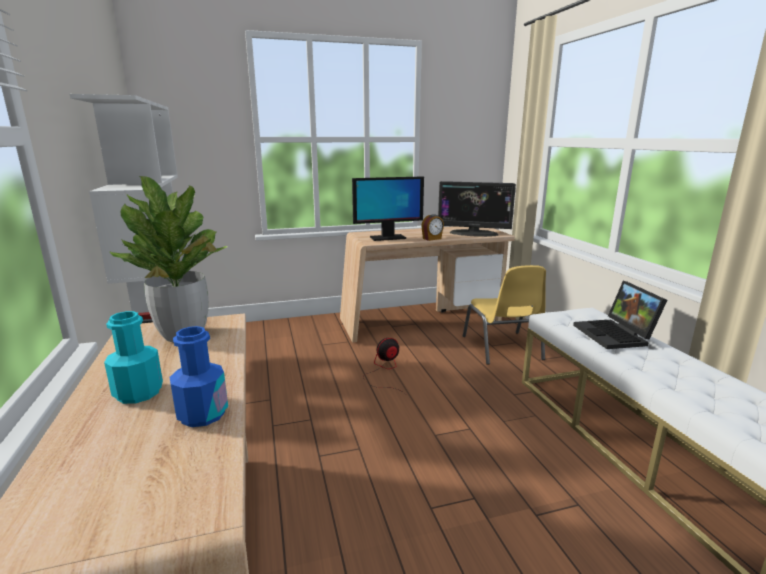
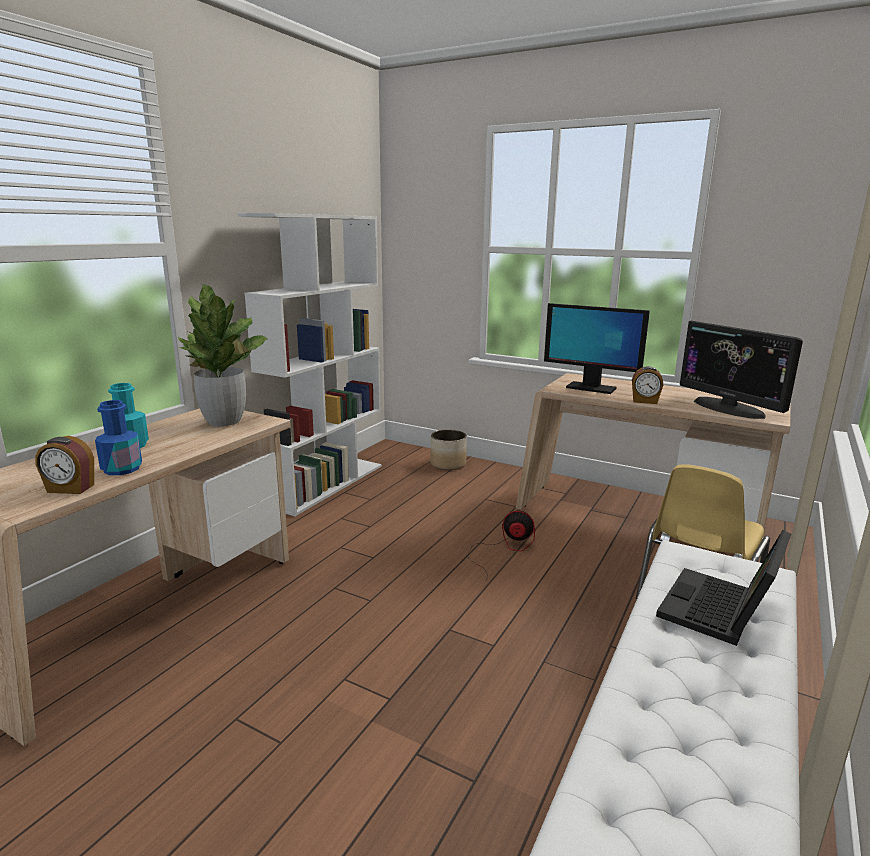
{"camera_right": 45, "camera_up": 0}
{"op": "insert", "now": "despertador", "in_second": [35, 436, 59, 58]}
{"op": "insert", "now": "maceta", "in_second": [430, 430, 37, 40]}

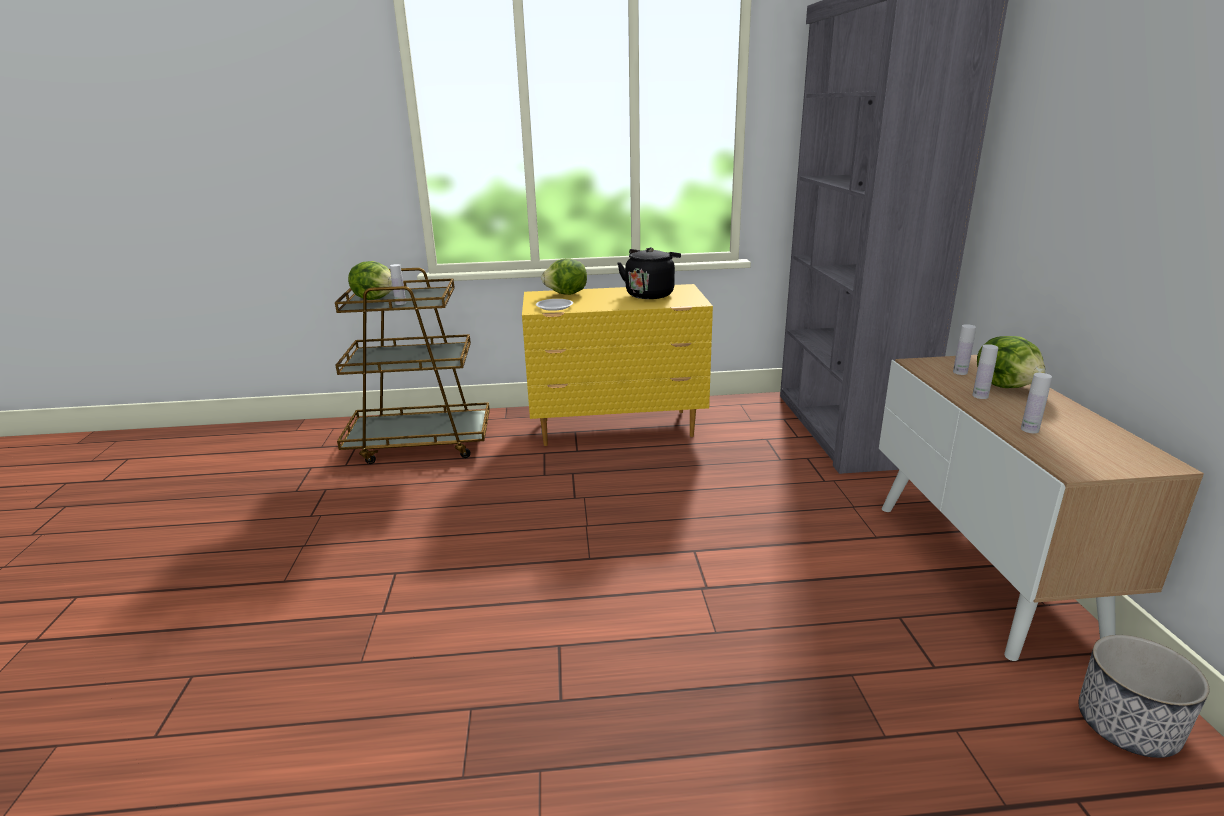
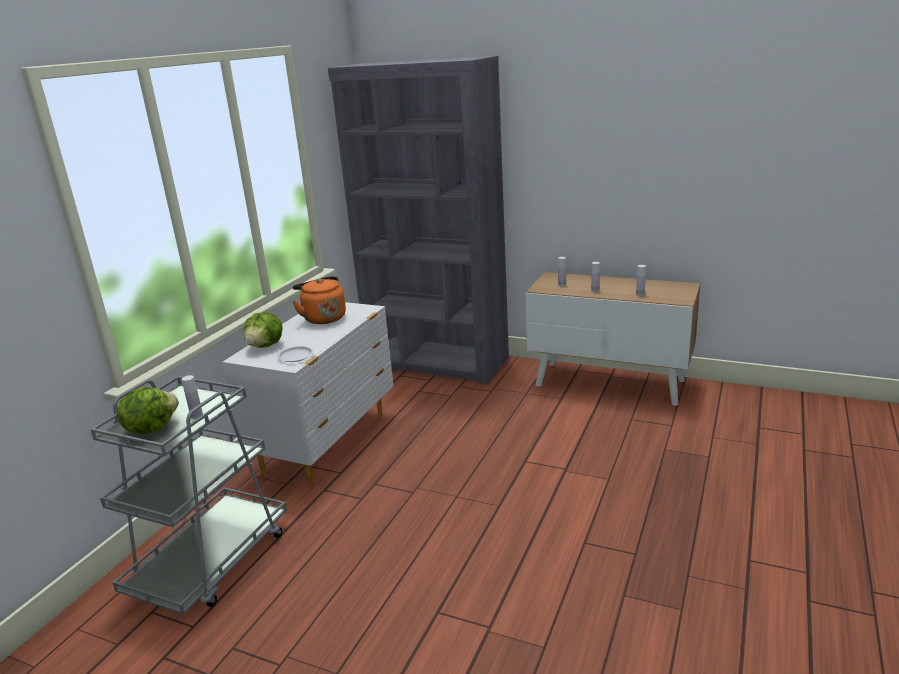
{"camera_right": -60, "camera_up": 0}
{"op": "delete", "was": "lechuga", "in_first": [977, 336, 69, 52]}
{"op": "delete", "was": "maceta", "in_first": [1078, 635, 131, 123]}
{"op": "recolor", "was": "carrito [marrón]", "now": "carrito [gris]", "in_first": [335, 268, 155, 196], "in_second": [90, 376, 197, 239]}
{"op": "recolor", "was": "cómoda [amarillo]", "now": "cómoda [blanco]", "in_first": [522, 284, 191, 162], "in_second": [222, 302, 172, 185]}
{"op": "recolor", "was": "hervidor [negro]", "now": "hervidor [naranja]", "in_first": [617, 247, 64, 52], "in_second": [292, 276, 54, 48]}

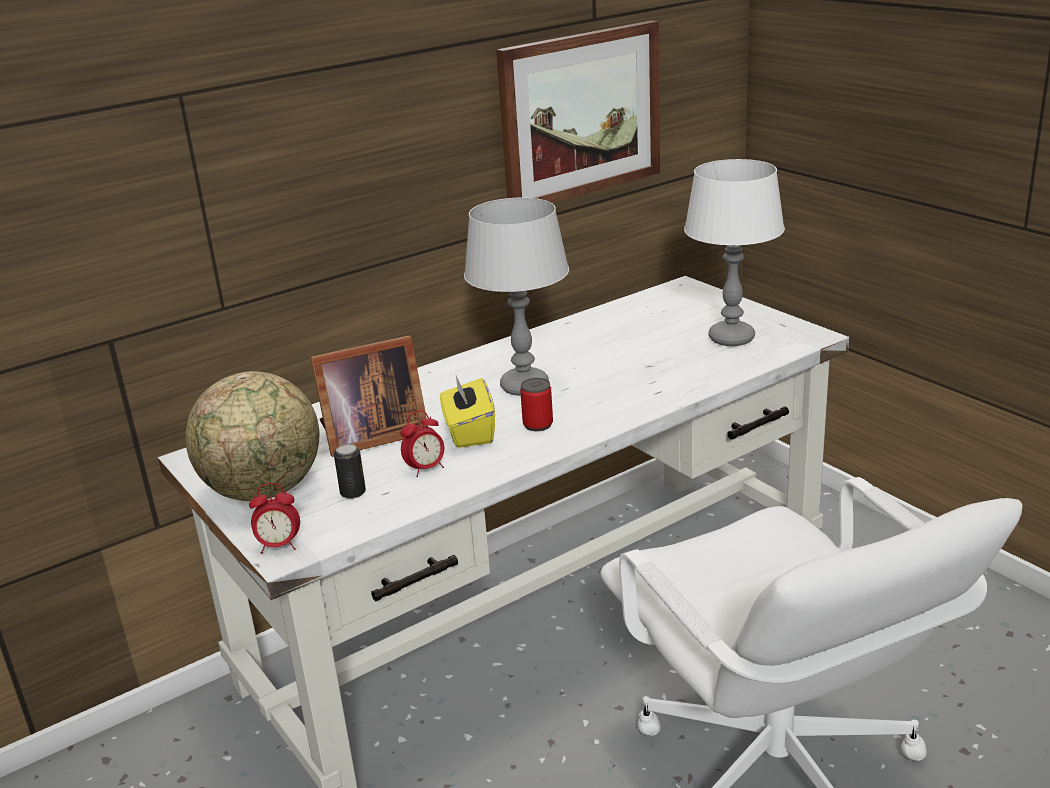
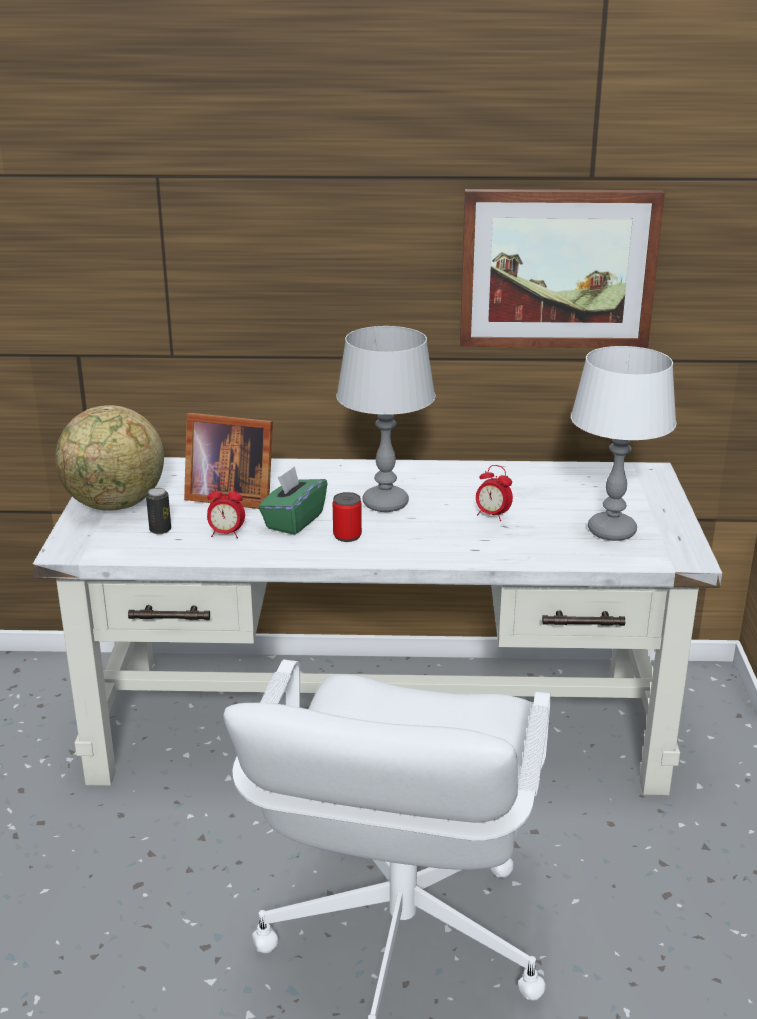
{"camera_right": 35, "camera_up": 0}
{"op": "move", "was": "despertador", "in_first": [249, 483, 51, 71], "in_second": [476, 465, 37, 56]}
{"op": "recolor", "was": "caja de pañuelos [amarillo]", "now": "caja de pañuelos [verde]", "in_first": [440, 374, 55, 74], "in_second": [258, 466, 69, 69]}

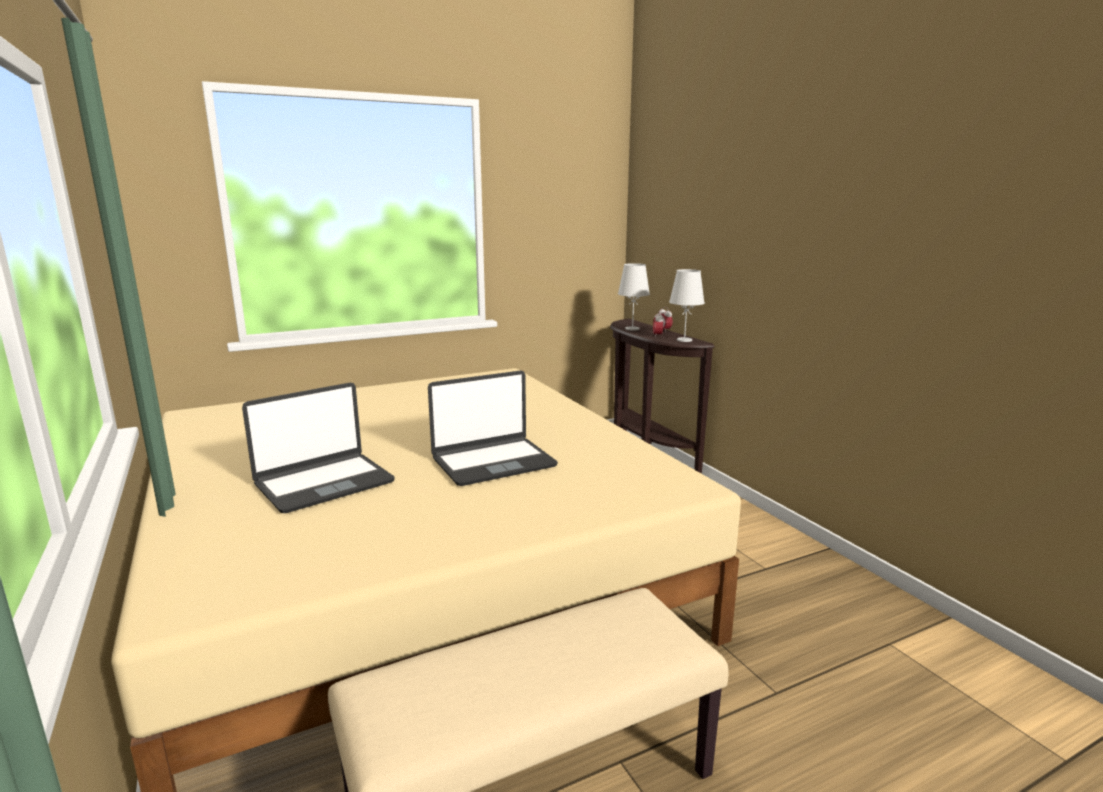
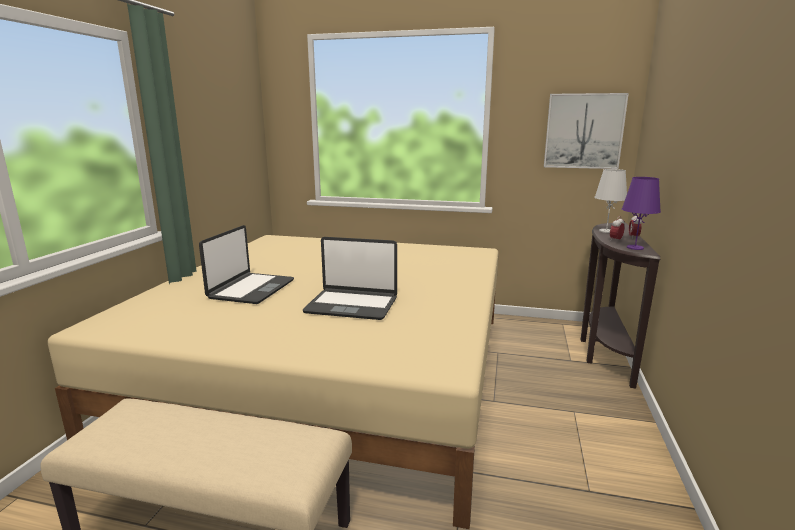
{"camera_right": 40, "camera_up": 0}
{"op": "insert", "now": "cuadro", "in_second": [544, 93, 85, 76]}
{"op": "recolor", "was": "lámpara de mesa [blanco]", "now": "lámpara de mesa [morado]", "in_first": [669, 269, 36, 73], "in_second": [622, 177, 39, 73]}
{"op": "rotate", "was": "portátil", "in_first": [242, 383, 153, 130], "in_second": [199, 225, 95, 79], "clockwise": -75}

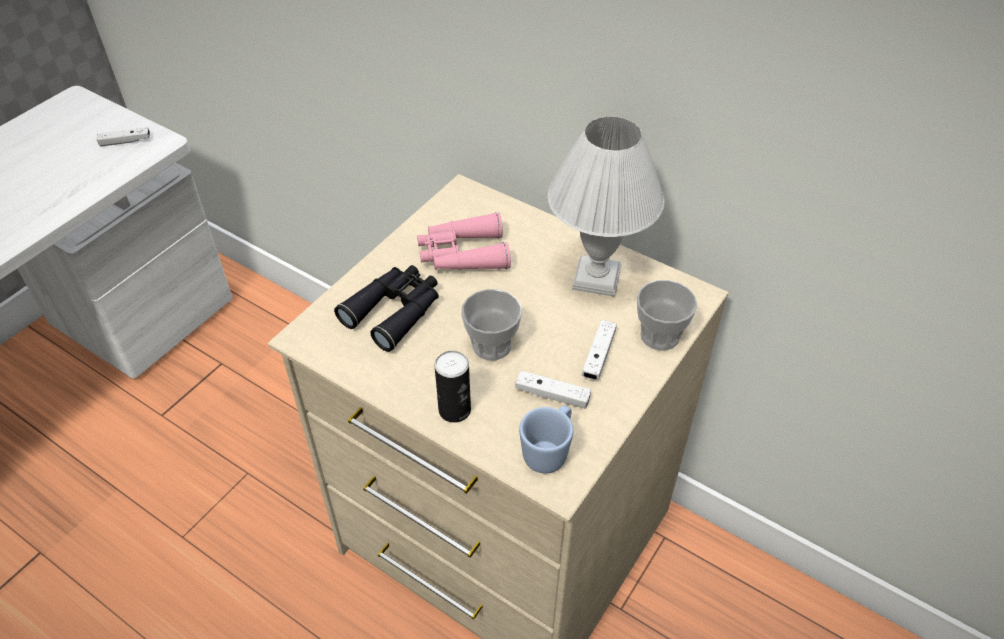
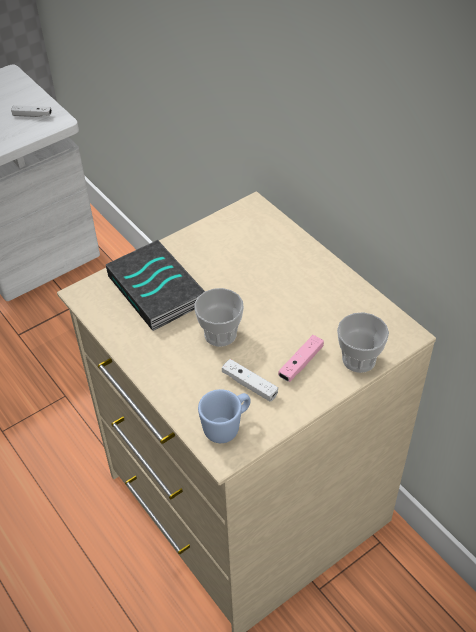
{"camera_right": 20, "camera_up": 0}
{"op": "delete", "was": "prismáticos [rosa]", "in_first": [417, 212, 94, 58]}
{"op": "delete", "was": "lata", "in_first": [435, 350, 36, 73]}
{"op": "delete", "was": "lámpara de mesa [blanco]", "in_first": [548, 117, 117, 180]}
{"op": "replace", "was": "prismáticos [negro]", "now": "libro", "in_first": [334, 265, 105, 87], "in_second": [106, 240, 99, 91]}
{"op": "recolor", "was": "mando de consola [blanco]", "now": "mando de consola [rosa]", "in_first": [582, 320, 35, 60], "in_second": [278, 335, 46, 47]}

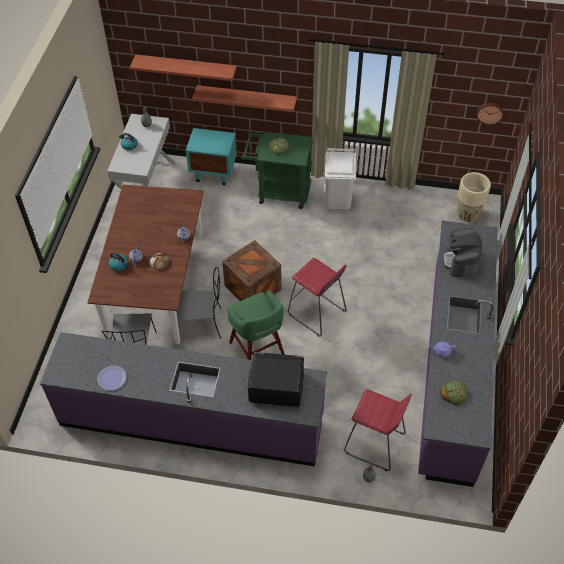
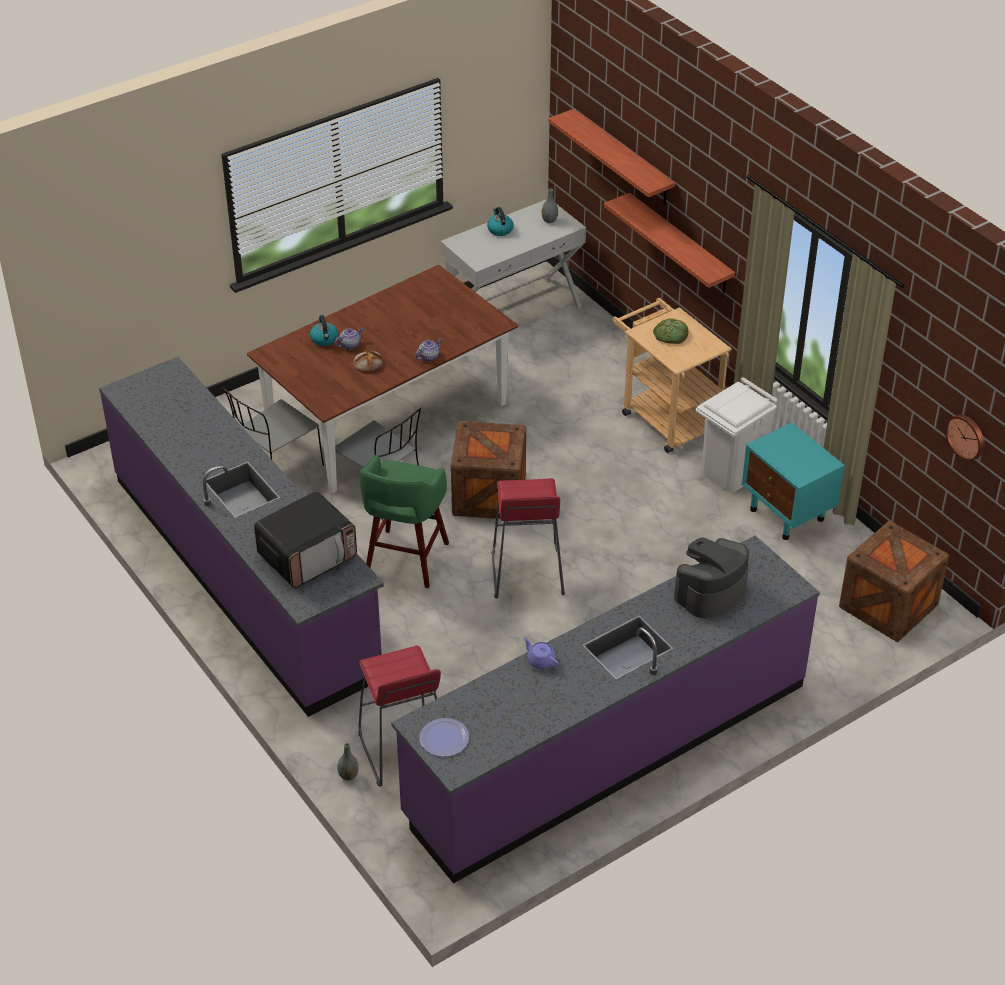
{"camera_right": 45, "camera_up": -10}
{"op": "delete", "was": "pan", "in_first": [441, 380, 27, 26]}
{"op": "move", "was": "plato", "in_first": [97, 365, 30, 26], "in_second": [420, 718, 49, 39]}
{"op": "move", "was": "mesita de noche [turquesa]", "in_first": [186, 128, 51, 57], "in_second": [742, 422, 103, 118]}
{"op": "replace", "was": "maceta [beis]", "now": "caja de embalaje", "in_first": [457, 172, 34, 50], "in_second": [839, 521, 110, 121]}
{"op": "recolor", "was": "carrito [verde]", "now": "carrito [beis]", "in_first": [241, 132, 72, 77], "in_second": [613, 298, 119, 155]}
{"op": "rotate", "was": "microondas", "in_first": [248, 352, 56, 55], "in_second": [254, 491, 103, 97], "clockwise": 90}

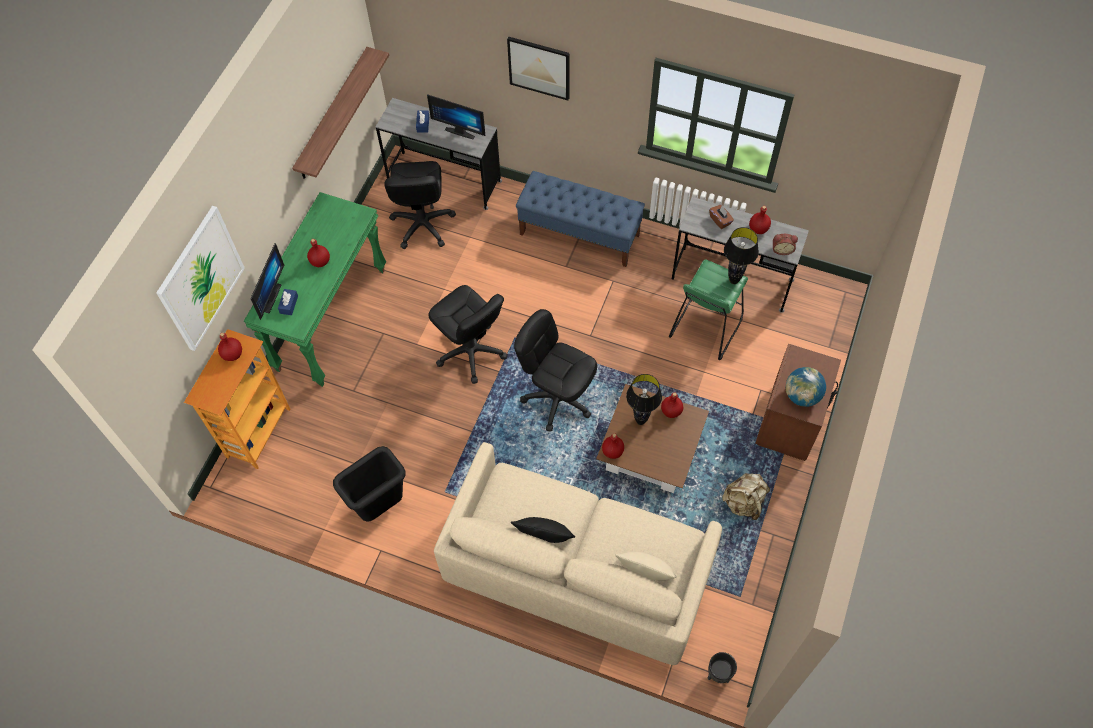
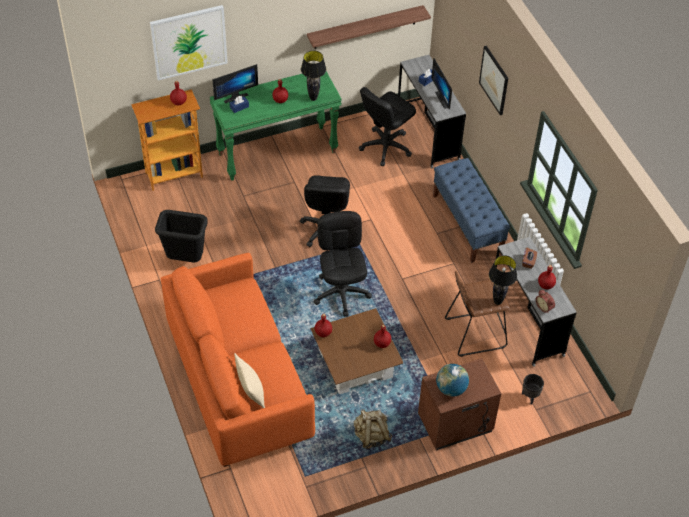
{"camera_right": 45, "camera_up": -10}
{"op": "delete", "was": "cojín [negro]", "in_first": [511, 517, 64, 26]}
{"op": "move", "was": "lámpara de mesa [negro]", "in_first": [626, 374, 36, 51], "in_second": [301, 51, 25, 50]}
{"op": "move", "was": "maceta [negro]", "in_first": [708, 652, 29, 31], "in_second": [522, 374, 22, 31]}
{"op": "recolor", "was": "sofá [beis]", "now": "sofá [naranja]", "in_first": [434, 442, 288, 223], "in_second": [161, 253, 154, 214]}
{"op": "recolor", "was": "taburete [verde]", "now": "taburete [marrón]", "in_first": [669, 259, 79, 101], "in_second": [445, 271, 65, 86]}

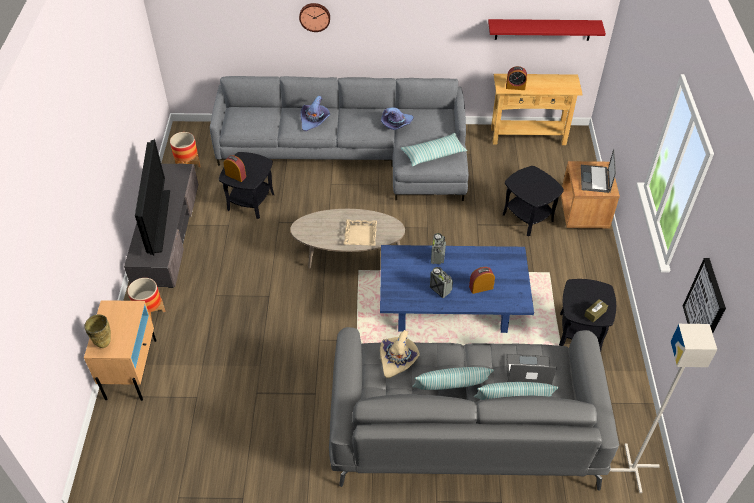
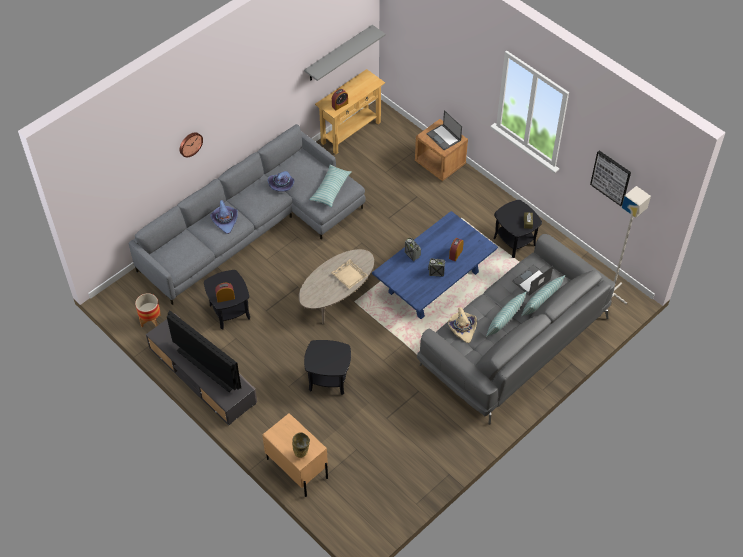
{"camera_right": -45, "camera_up": 5}
{"op": "delete", "was": "maceta", "in_first": [128, 278, 37, 46]}
{"op": "move", "was": "mesa auxiliar [negro]", "in_first": [503, 166, 61, 70], "in_second": [304, 340, 47, 55]}
{"op": "recolor", "was": "estante [rojo]", "now": "estante [gris]", "in_first": [488, 19, 118, 22], "in_second": [304, 25, 81, 56]}

